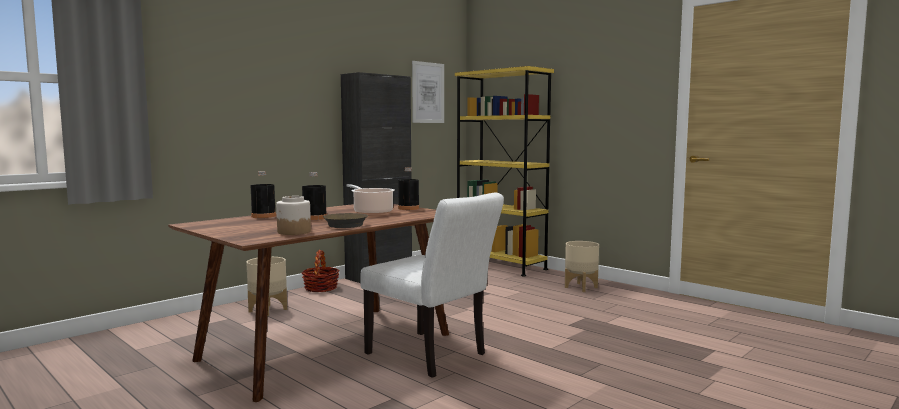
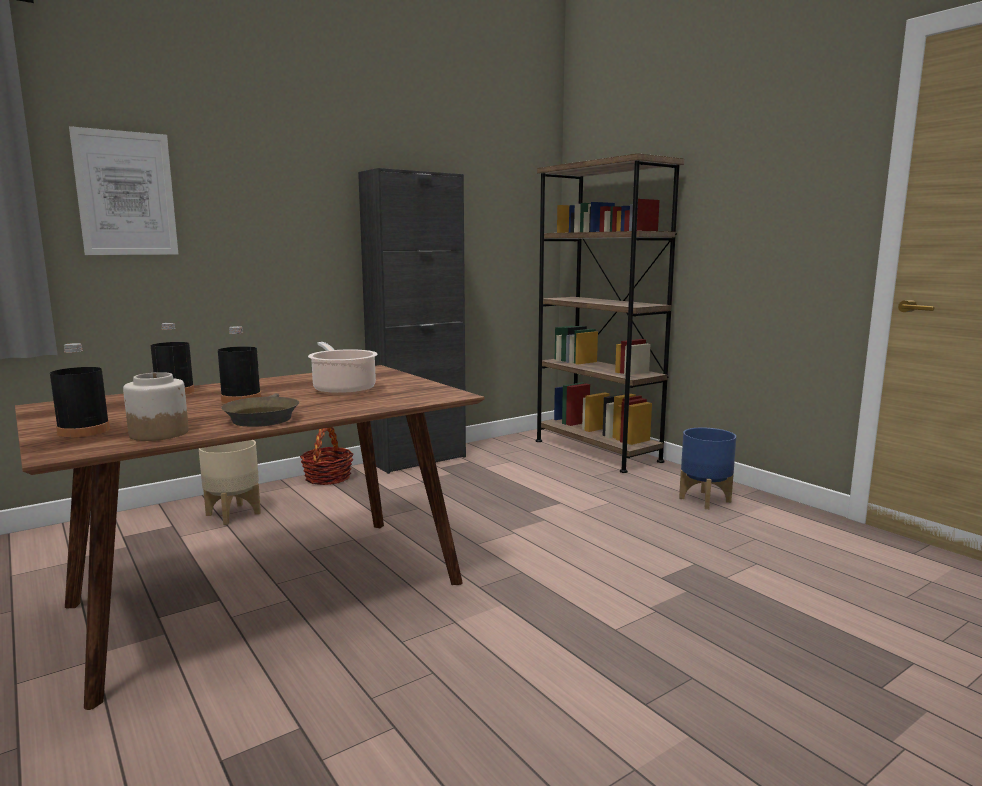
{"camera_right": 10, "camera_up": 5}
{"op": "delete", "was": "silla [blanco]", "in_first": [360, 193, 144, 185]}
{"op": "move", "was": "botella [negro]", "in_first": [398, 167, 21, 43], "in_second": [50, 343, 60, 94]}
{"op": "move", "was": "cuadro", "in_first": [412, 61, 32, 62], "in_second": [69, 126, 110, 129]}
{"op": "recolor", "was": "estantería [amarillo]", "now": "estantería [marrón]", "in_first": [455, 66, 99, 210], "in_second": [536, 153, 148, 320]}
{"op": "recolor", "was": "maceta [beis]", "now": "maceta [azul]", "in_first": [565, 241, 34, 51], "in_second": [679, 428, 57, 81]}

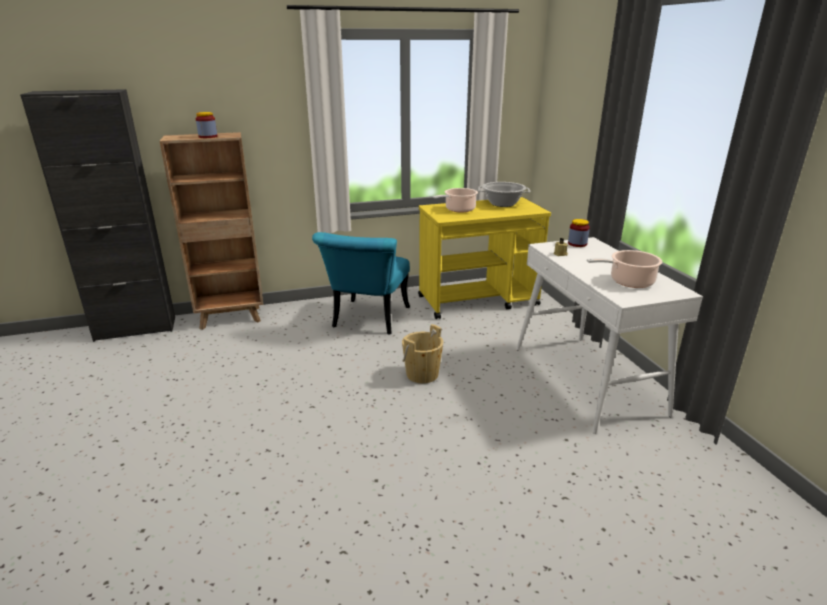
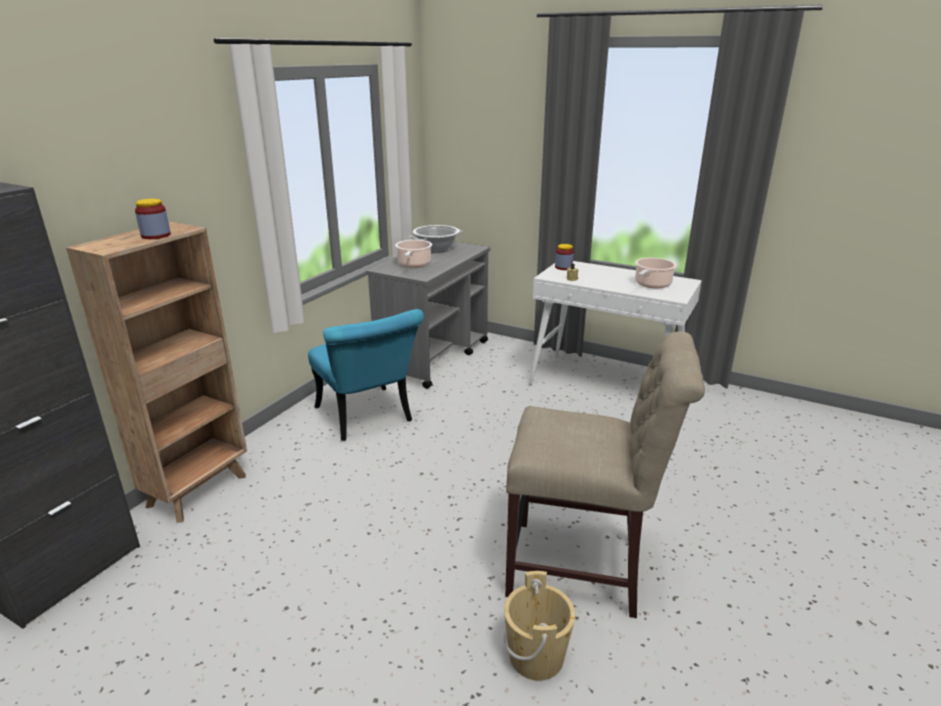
{"camera_right": -45, "camera_up": 0}
{"op": "insert", "now": "silla [beis]", "in_second": [505, 331, 200, 287]}
{"op": "move", "was": "cubo [beis]", "in_first": [402, 324, 42, 60], "in_second": [504, 571, 71, 110]}
{"op": "recolor", "was": "carrito [amarillo]", "now": "carrito [gris]", "in_first": [418, 197, 133, 122], "in_second": [366, 241, 124, 148]}

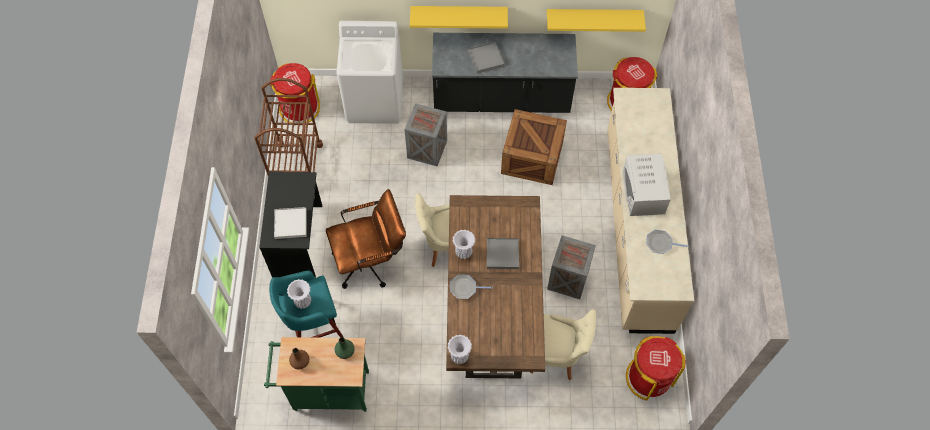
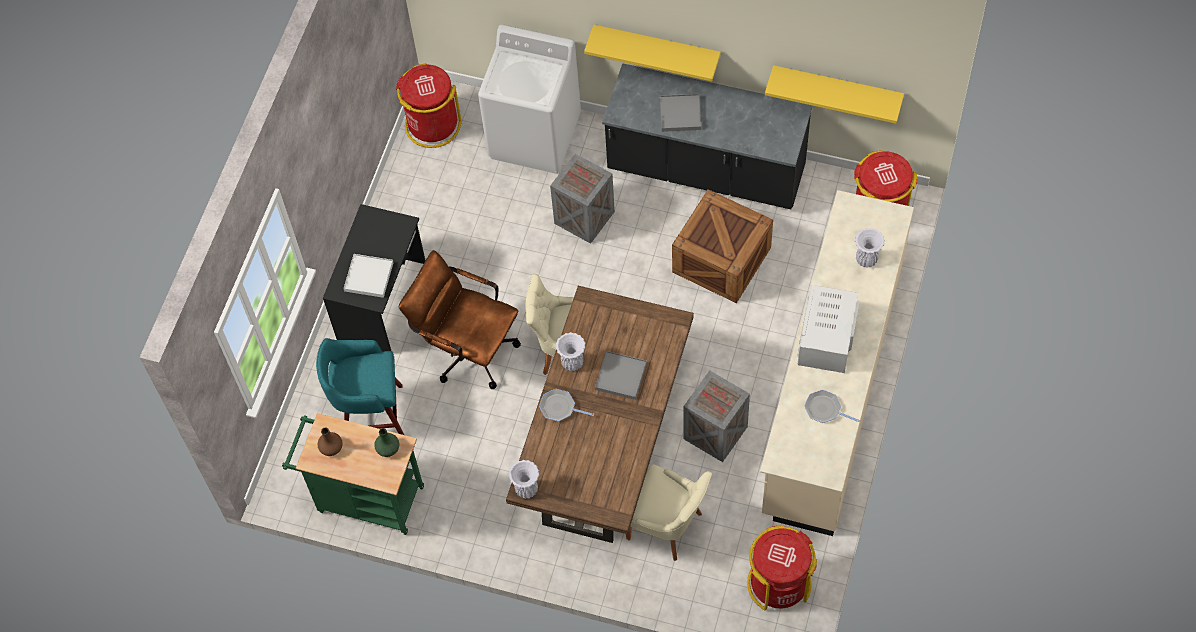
{"camera_right": 20, "camera_up": 0}
{"op": "delete", "was": "carrito [marrón]", "in_first": [254, 78, 69, 97]}
{"op": "move", "was": "florero [blanco]", "in_first": [287, 279, 24, 30], "in_second": [855, 228, 30, 40]}
{"op": "rotate", "was": "silla de oficina [marrón]", "in_first": [326, 189, 80, 100], "in_second": [399, 250, 122, 139], "clockwise": -150}

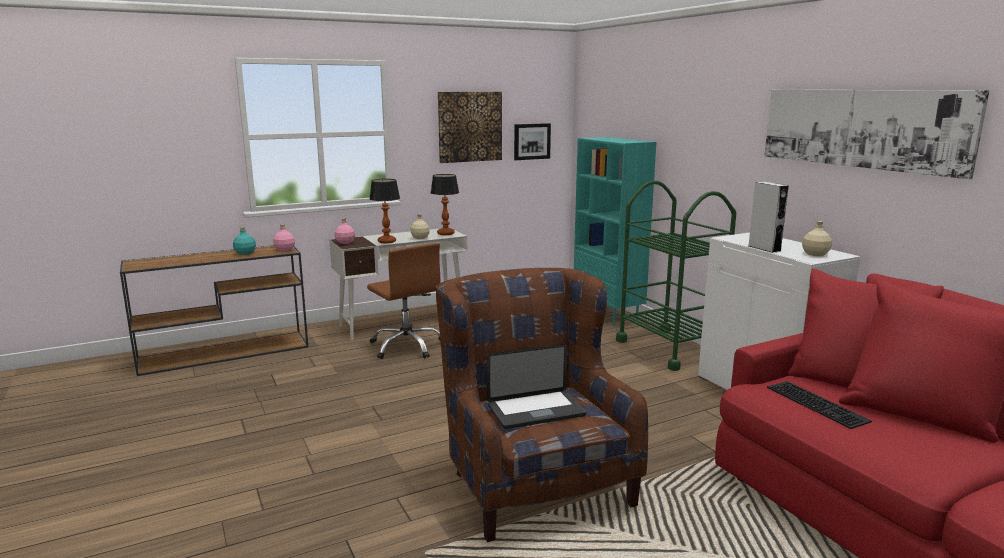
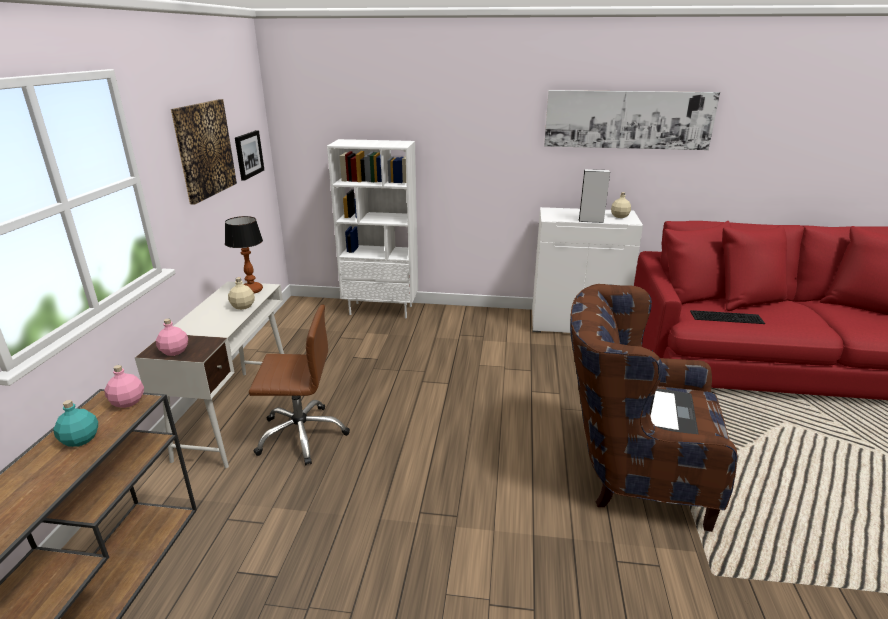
{"camera_right": -55, "camera_up": 10}
{"op": "delete", "was": "lámpara de mesa", "in_first": [370, 179, 30, 65]}
{"op": "delete", "was": "carrito [verde]", "in_first": [616, 180, 120, 191]}
{"op": "recolor", "was": "estantería [turquesa]", "now": "estantería [blanco]", "in_first": [574, 137, 82, 188], "in_second": [327, 139, 91, 179]}

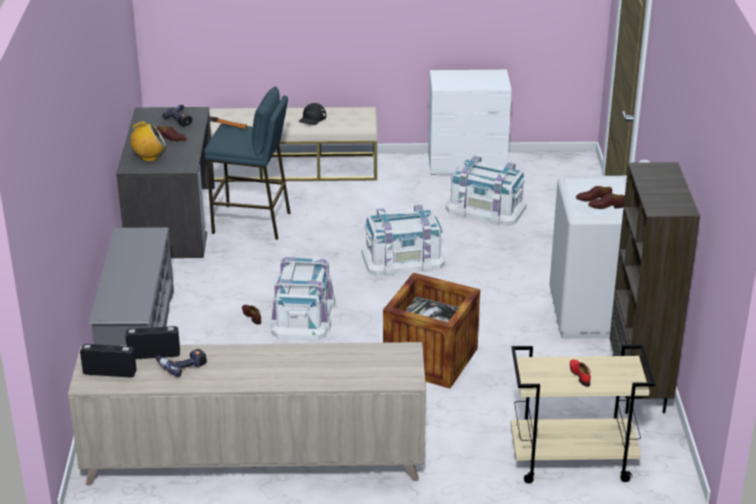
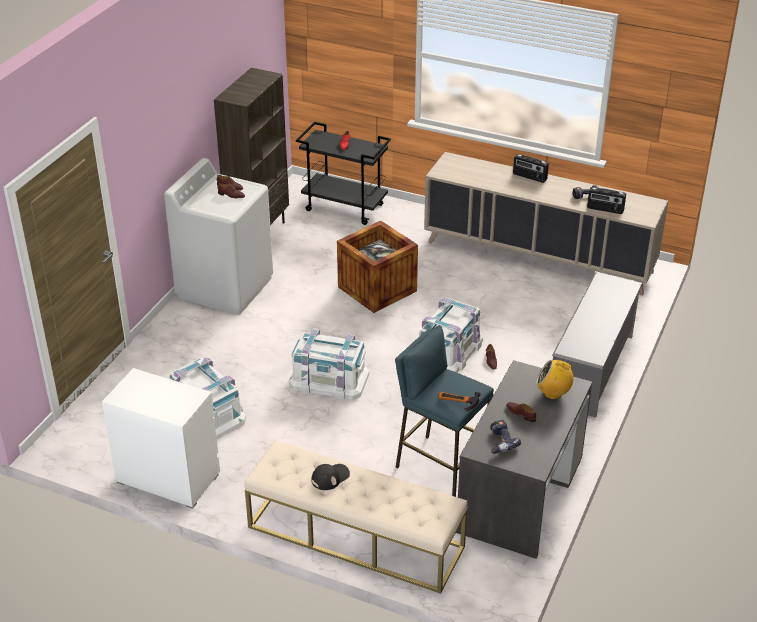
{"camera_right": -155, "camera_up": 5}
{"op": "move", "was": "radio", "in_first": [80, 344, 57, 34], "in_second": [513, 154, 36, 29]}
{"op": "recolor", "was": "carrito [beis]", "now": "carrito [negro]", "in_first": [510, 345, 145, 138], "in_second": [296, 122, 95, 103]}

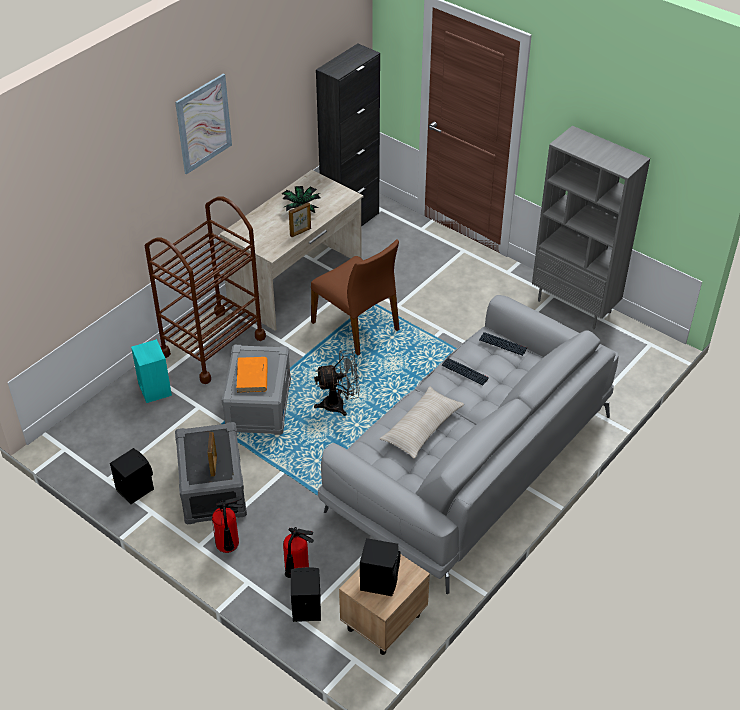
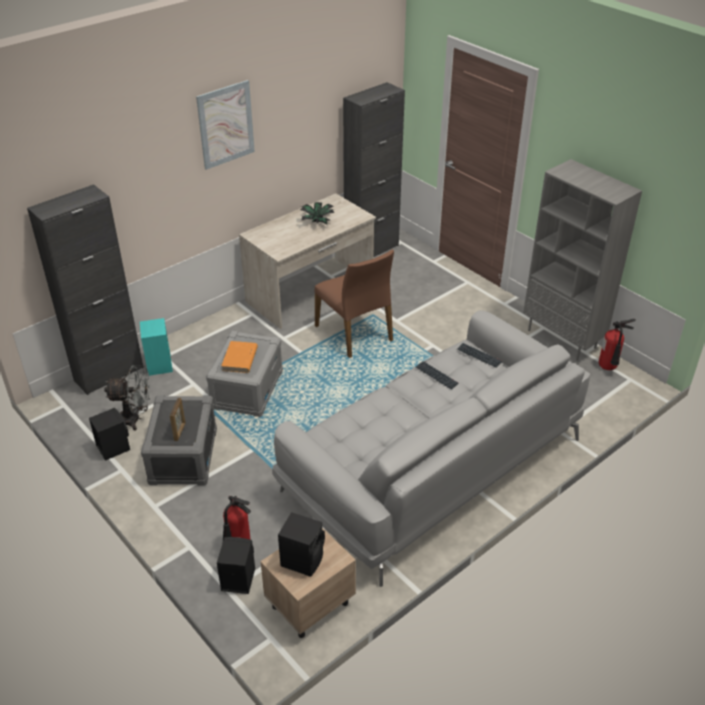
{"camera_right": 10, "camera_up": -5}
{"op": "delete", "was": "carrito [marrón]", "in_first": [145, 197, 121, 187]}
{"op": "delete", "was": "portarretratos", "in_first": [289, 202, 22, 35]}
{"op": "delete", "was": "cojín [beis]", "in_first": [380, 387, 84, 72]}
{"op": "insert", "now": "armario [negro]", "in_second": [27, 184, 117, 211]}
{"op": "move", "was": "extintor", "in_first": [212, 496, 31, 57], "in_second": [598, 319, 38, 51]}
{"op": "move", "was": "ventilador [gris]", "in_first": [314, 350, 46, 66], "in_second": [104, 365, 47, 66]}

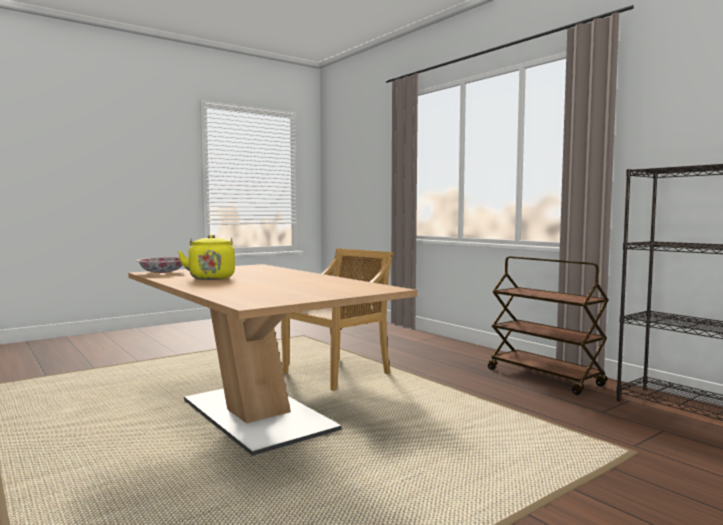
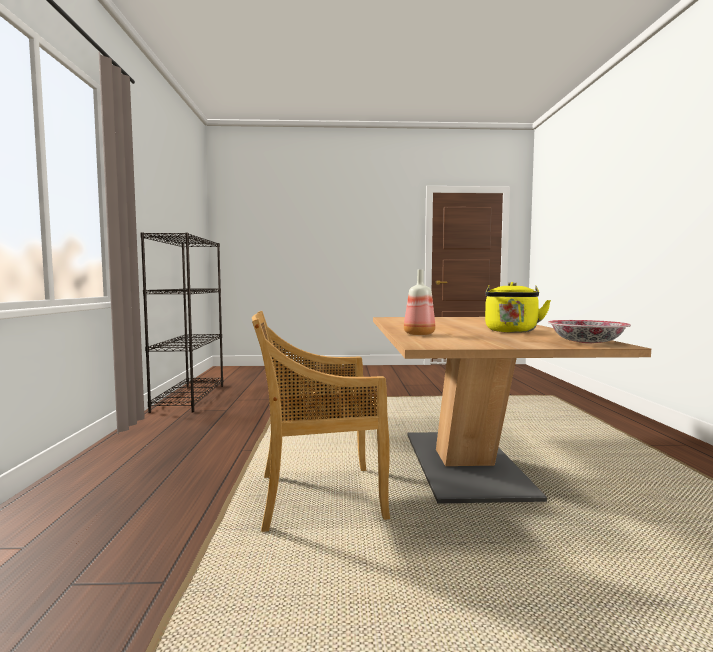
{"camera_right": -145, "camera_up": 0}
{"op": "delete", "was": "carrito [marrón]", "in_first": [488, 256, 121, 139]}
{"op": "insert", "now": "botella", "in_second": [404, 269, 31, 66]}

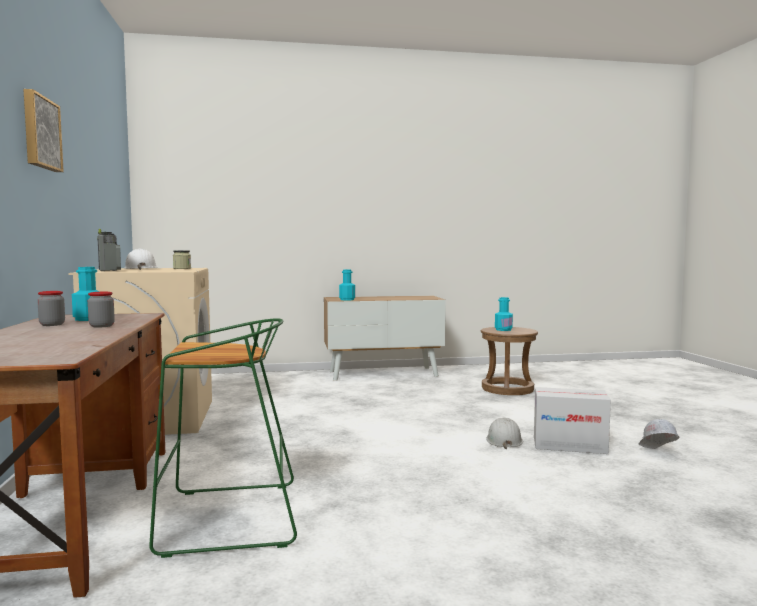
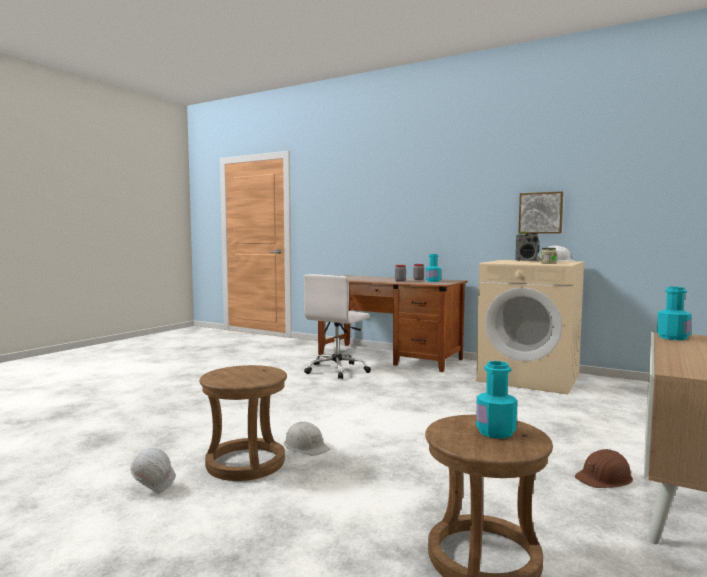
{"camera_right": 130, "camera_up": 0}
{"op": "insert", "now": "casco [marrón]", "in_second": [575, 449, 58, 39]}
{"op": "move", "was": "cuadro", "in_first": [23, 89, 41, 83], "in_second": [518, 191, 45, 43]}
{"op": "replace", "was": "taburete [verde]", "now": "silla de oficina [blanco]", "in_first": [149, 318, 148, 240], "in_second": [304, 274, 67, 105]}
{"op": "replace", "was": "caja de cartón", "now": "taburete [marrón]", "in_first": [534, 387, 77, 67], "in_second": [199, 365, 88, 116]}

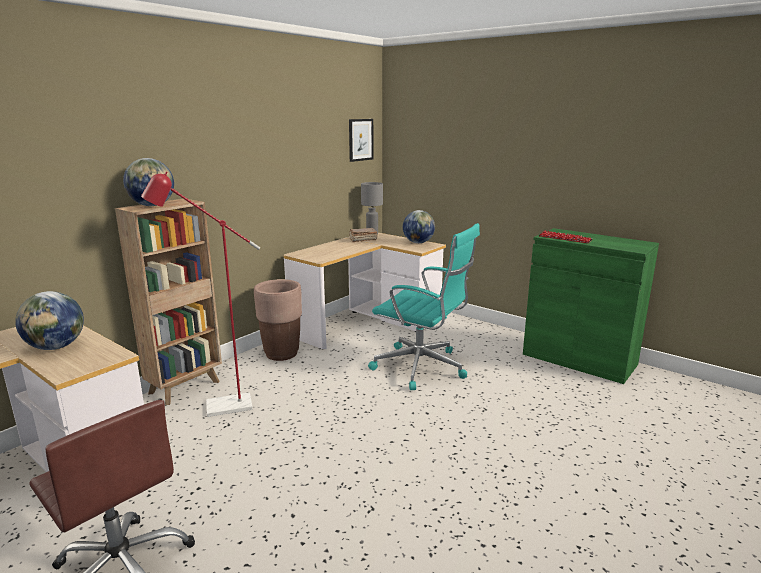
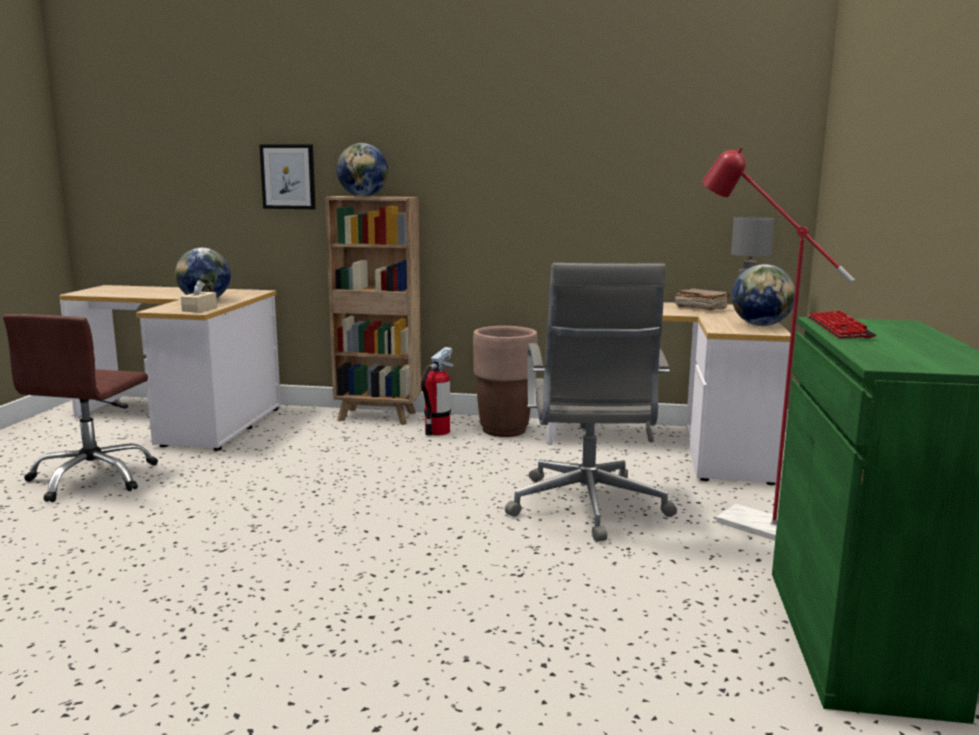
{"camera_right": 60, "camera_up": -5}
{"op": "insert", "now": "caja de pañuelos [beis]", "in_second": [181, 280, 36, 32]}
{"op": "insert", "now": "extintor", "in_second": [421, 347, 32, 89]}
{"op": "move", "was": "lámpara de pie [rojo]", "in_first": [141, 172, 119, 245], "in_second": [702, 147, 153, 393]}
{"op": "move", "was": "cuadro", "in_first": [349, 119, 25, 43], "in_second": [259, 144, 57, 65]}
{"op": "recolor", "was": "silla de oficina [turquesa]", "now": "silla de oficina [gris]", "in_first": [368, 223, 112, 167], "in_second": [505, 263, 172, 279]}

